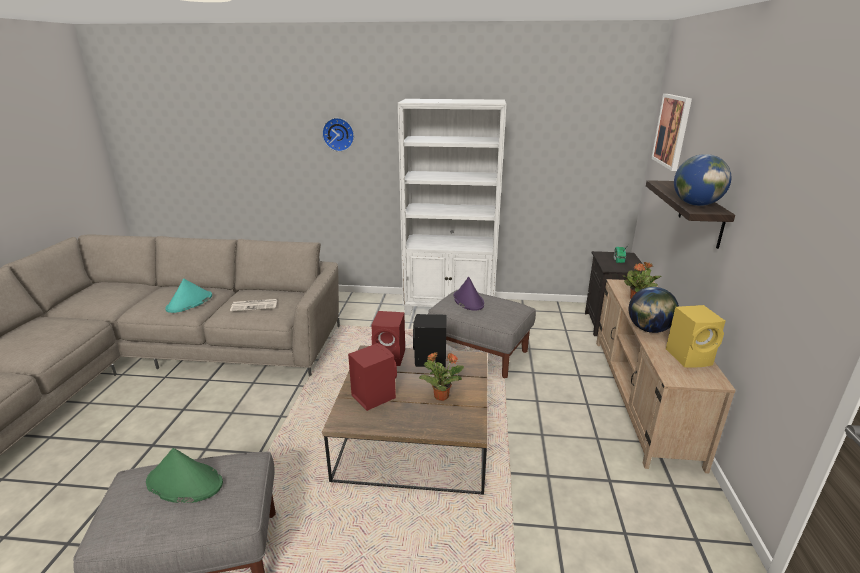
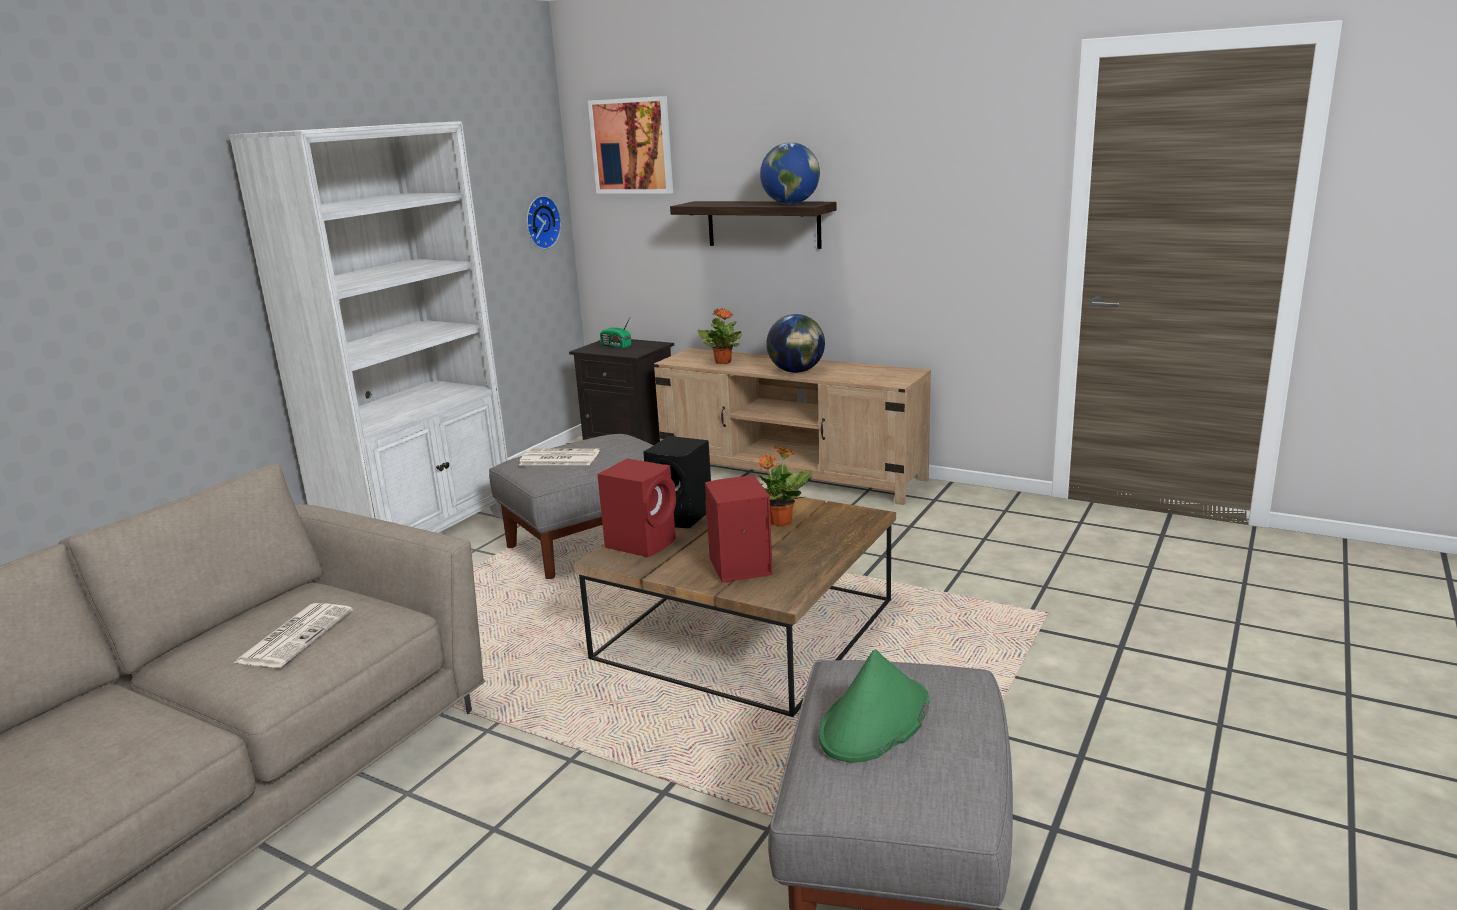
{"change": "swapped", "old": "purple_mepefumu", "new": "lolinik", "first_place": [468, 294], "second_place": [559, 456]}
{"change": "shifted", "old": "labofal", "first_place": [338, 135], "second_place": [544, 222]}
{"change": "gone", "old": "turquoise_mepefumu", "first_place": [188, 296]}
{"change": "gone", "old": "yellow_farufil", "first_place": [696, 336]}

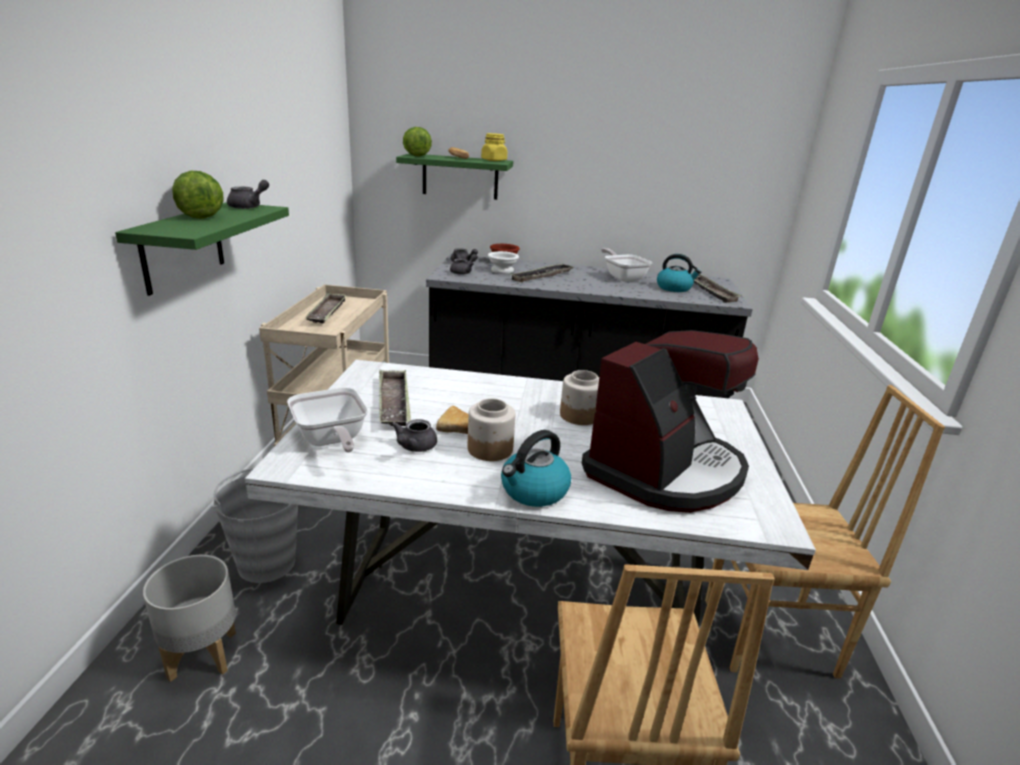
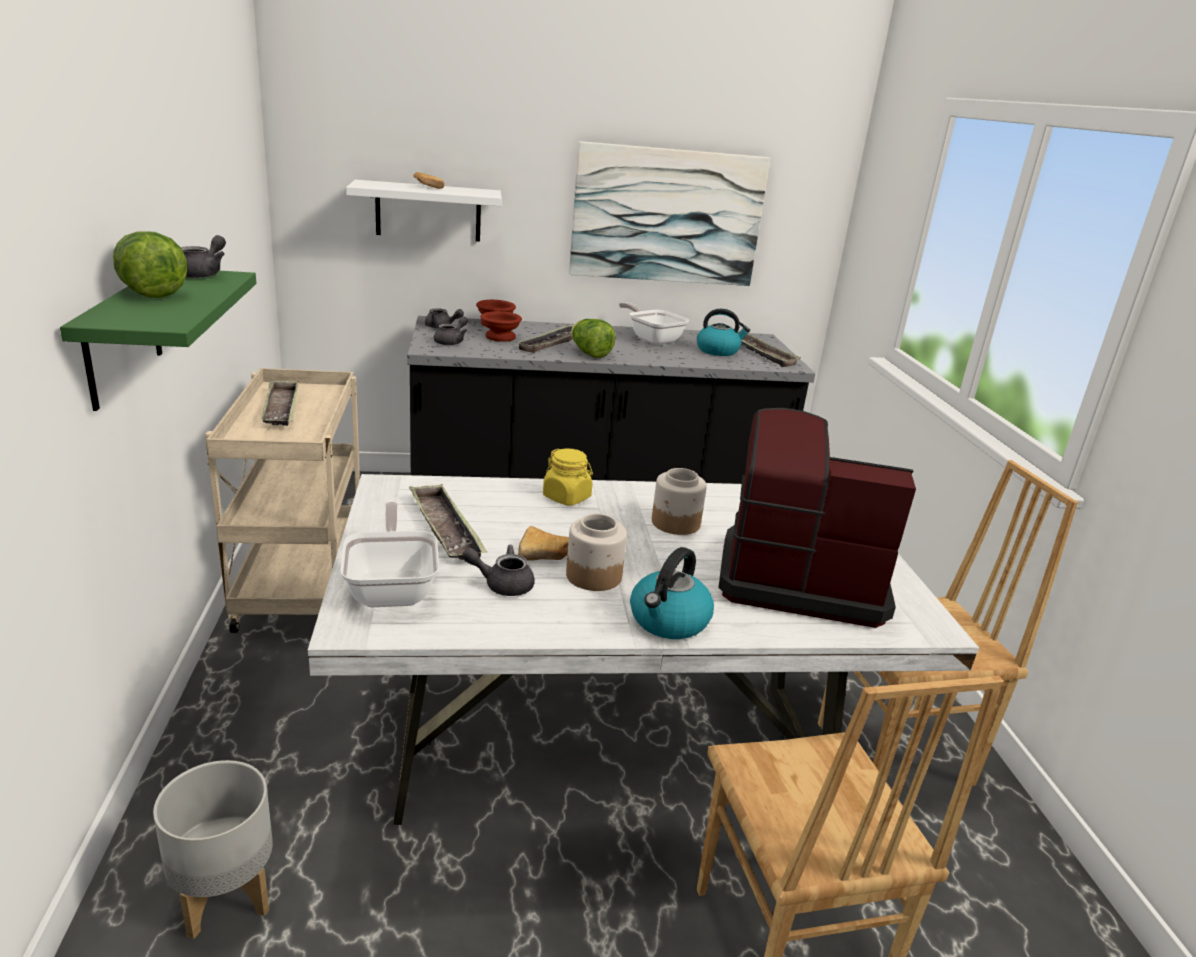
{"change": "rotated", "old": "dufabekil", "first_place": [327, 420], "second_place": [389, 554], "degrees": -150}
{"change": "repainted", "old": "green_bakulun", "new": "white_bakulun", "first_place": [454, 176], "second_place": [424, 211]}
{"change": "rotated", "old": "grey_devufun", "first_place": [414, 435], "second_place": [498, 570], "degrees": 90}
{"change": "repainted", "old": "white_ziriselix", "new": "brown_ziriselix", "first_place": [503, 262], "second_place": [501, 326]}
{"change": "shifted", "old": "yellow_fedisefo", "first_place": [494, 147], "second_place": [568, 477]}
{"change": "new", "new": "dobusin", "second_place": [669, 213]}
{"change": "shifted", "old": "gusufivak", "first_place": [417, 142], "second_place": [593, 338]}
{"change": "rotated", "old": "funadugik", "first_place": [670, 421], "second_place": [817, 518], "degrees": -105}
{"change": "gone", "old": "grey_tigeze", "first_place": [254, 525]}

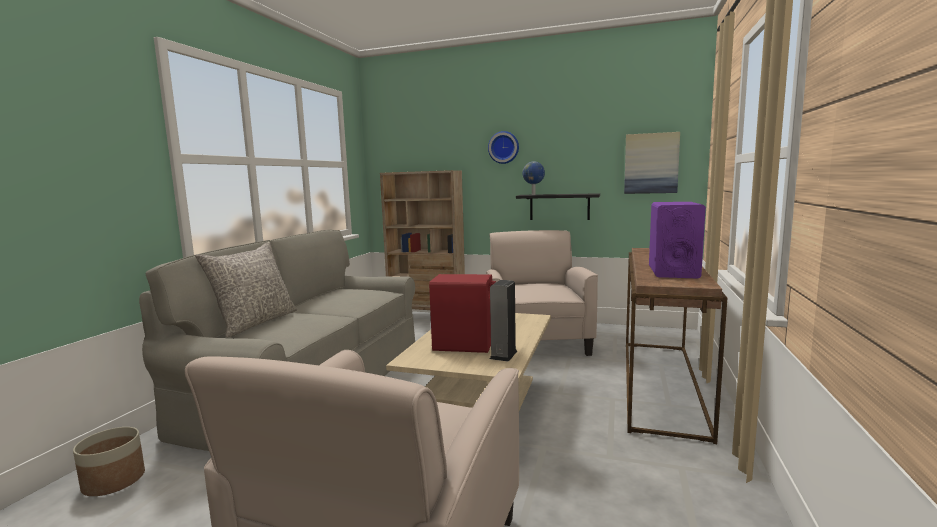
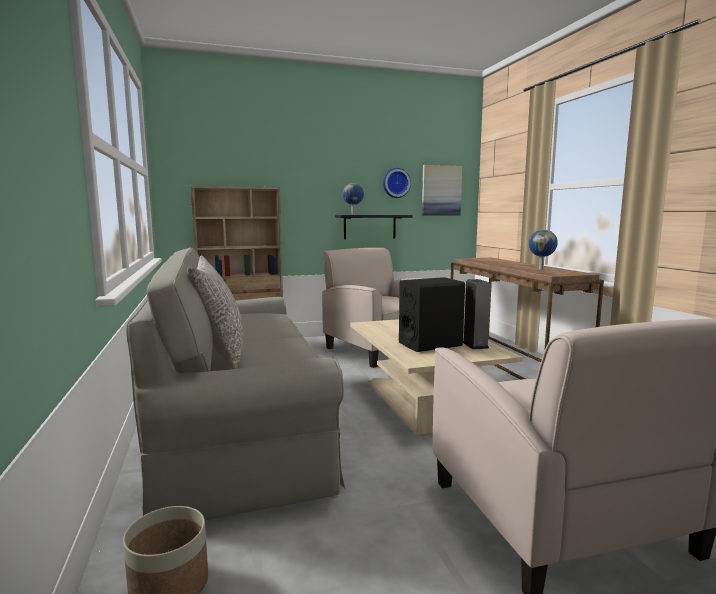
{"change": "shifted", "old": "labofal", "first_place": [503, 147], "second_place": [397, 183]}
{"change": "repainted", "old": "red_farufil", "new": "black_farufil", "first_place": [462, 313], "second_place": [432, 314]}
{"change": "swapped", "old": "purple_farufil", "new": "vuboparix", "first_place": [677, 240], "second_place": [543, 250]}

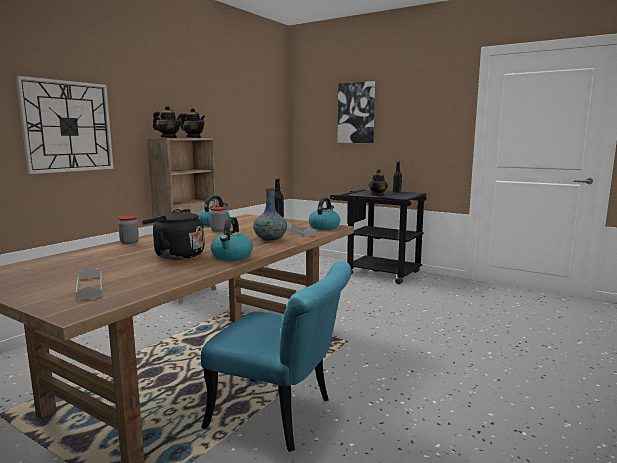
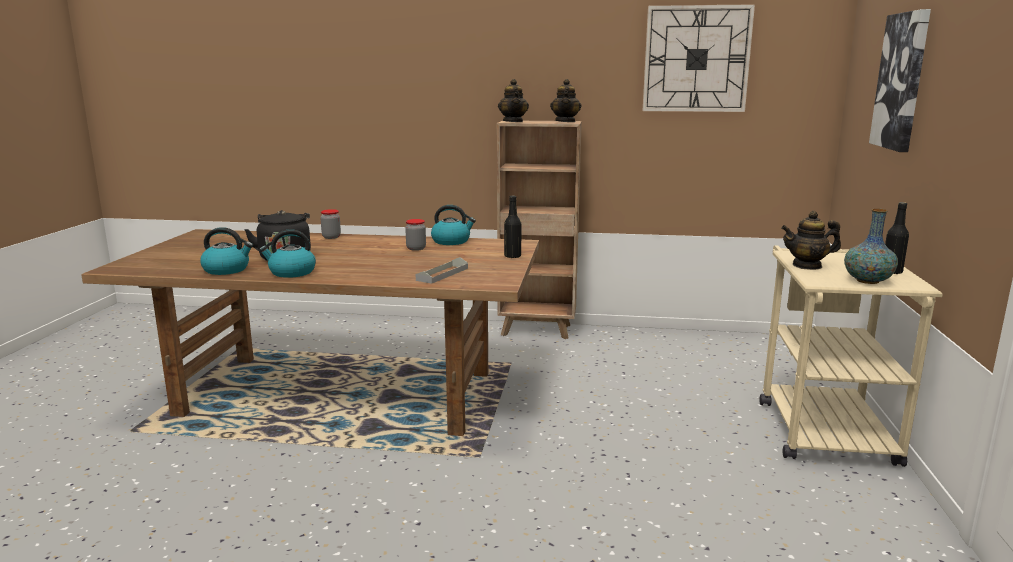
{"change": "shifted", "old": "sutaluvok", "first_place": [324, 213], "second_place": [226, 251]}
{"change": "shifted", "old": "labofal", "first_place": [64, 125], "second_place": [699, 58]}
{"change": "repainted", "old": "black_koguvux", "new": "beige_koguvux", "first_place": [378, 236], "second_place": [851, 356]}
{"change": "shifted", "old": "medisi", "first_place": [270, 214], "second_place": [871, 246]}
{"change": "gone", "old": "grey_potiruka", "first_place": [88, 283]}
{"change": "gone", "old": "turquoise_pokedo", "first_place": [276, 356]}

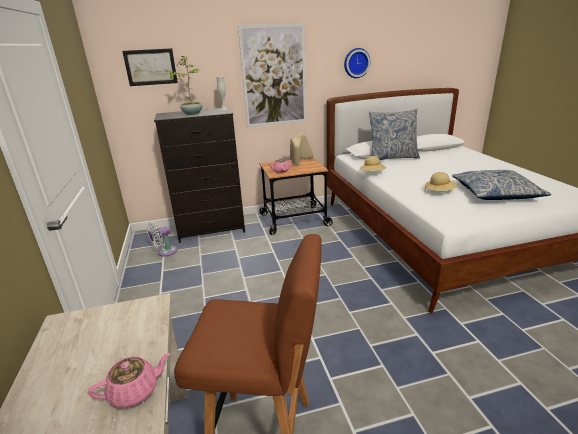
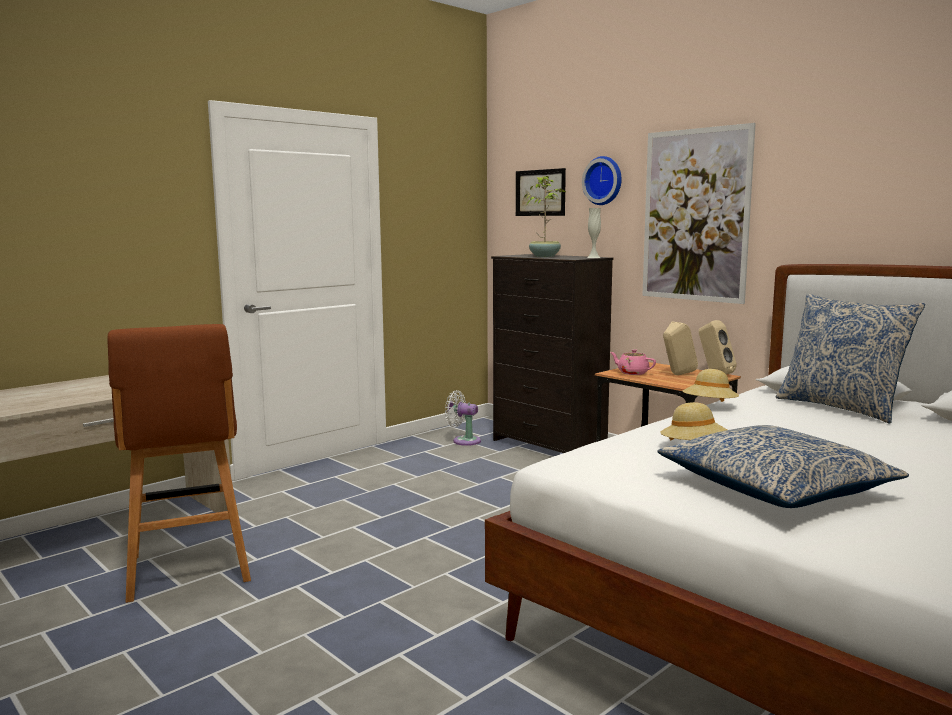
{"change": "shifted", "old": "labofal", "first_place": [357, 63], "second_place": [602, 180]}
{"change": "gone", "old": "pink_devufun", "first_place": [129, 380]}

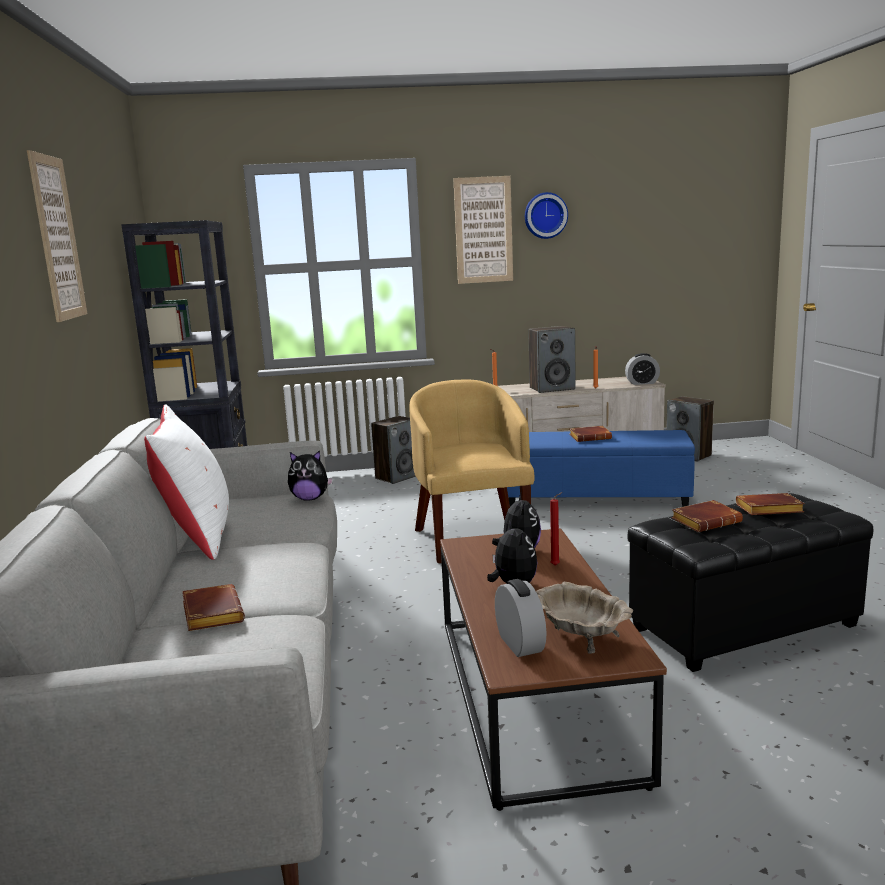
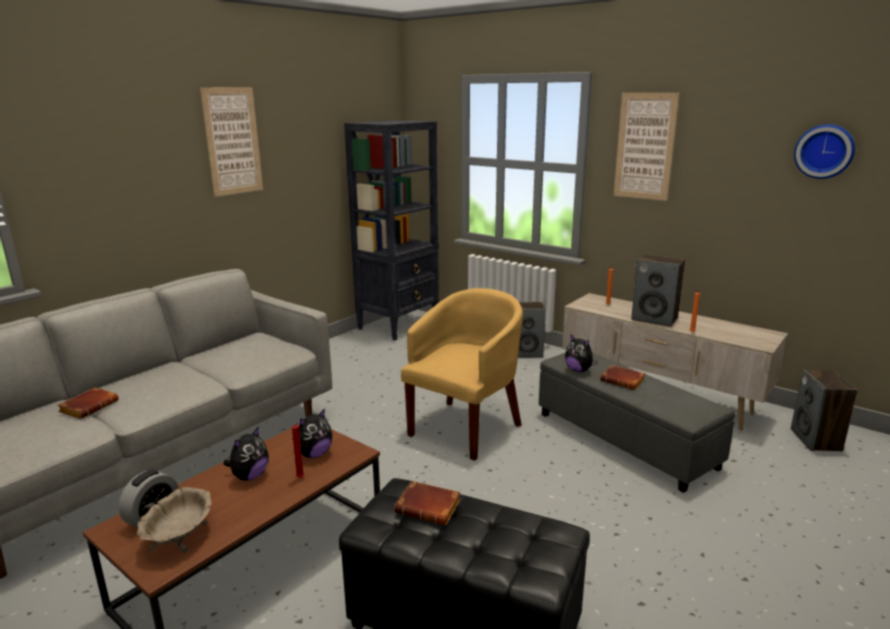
{"change": "repainted", "old": "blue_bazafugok", "new": "grey_bazafugok", "first_place": [601, 468], "second_place": [637, 423]}
{"change": "shifted", "old": "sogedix", "first_place": [310, 475], "second_place": [581, 353]}
{"change": "shifted", "old": "labofal", "first_place": [546, 215], "second_place": [824, 151]}
{"change": "gone", "old": "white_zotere", "first_place": [186, 482]}
{"change": "gone", "old": "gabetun", "first_place": [642, 369]}
{"change": "gone", "old": "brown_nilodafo", "first_place": [770, 504]}

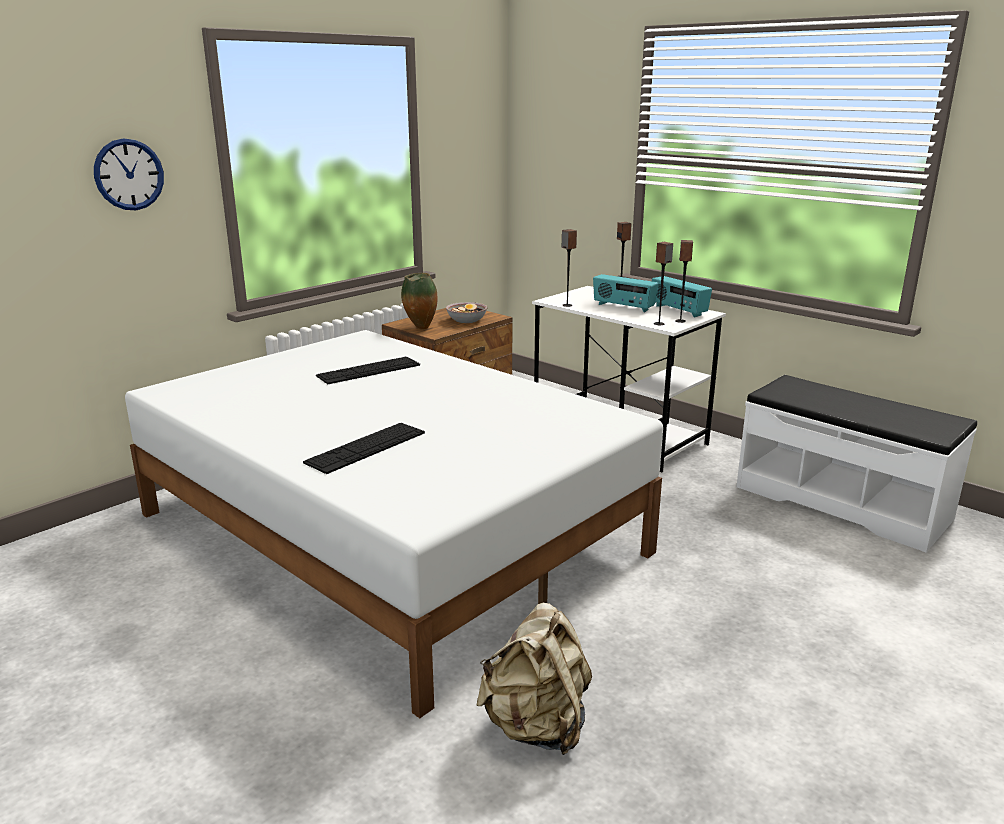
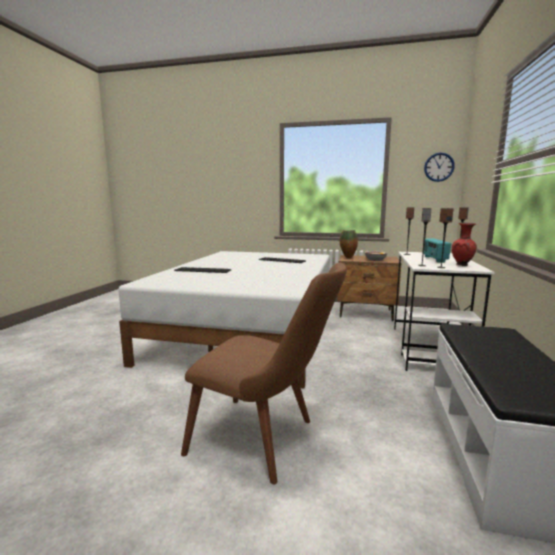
{"change": "new", "new": "brown_pokedo", "second_place": [264, 373]}
{"change": "shifted", "old": "labofal", "first_place": [129, 174], "second_place": [439, 167]}
{"change": "swapped", "old": "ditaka", "new": "red_medisi", "first_place": [682, 296], "second_place": [464, 244]}
{"change": "gone", "old": "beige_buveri", "first_place": [534, 679]}

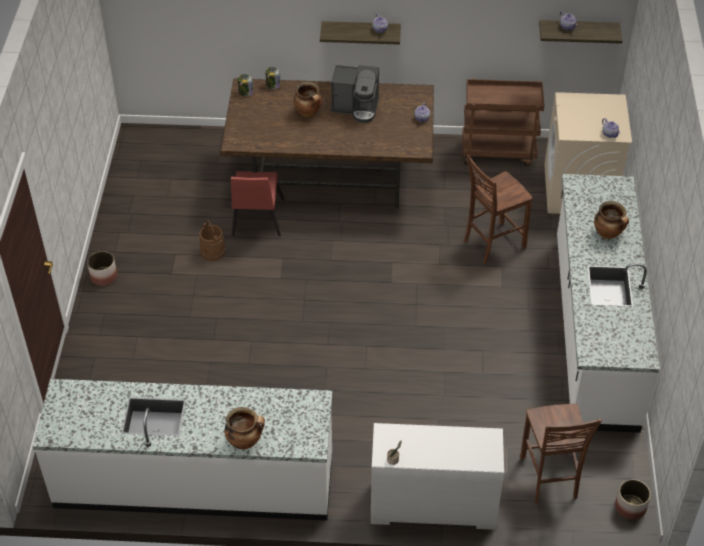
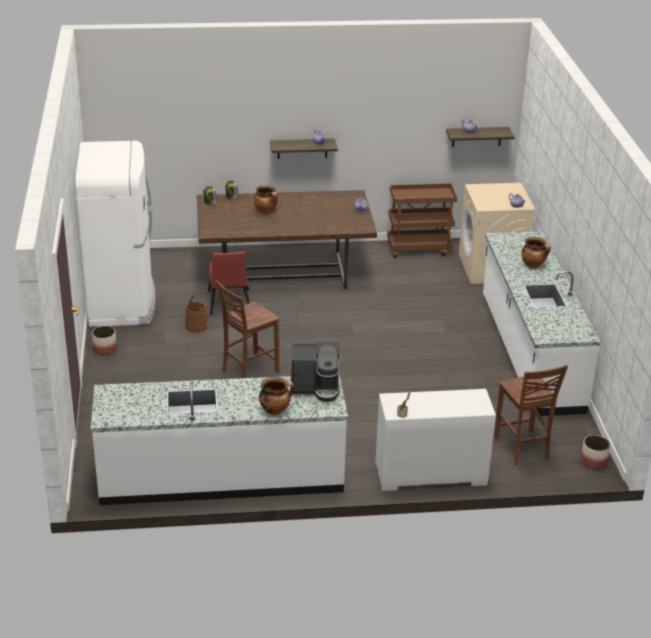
{"change": "new", "new": "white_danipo", "second_place": [115, 234]}
{"change": "shifted", "old": "brown_pokedo", "first_place": [498, 209], "second_place": [248, 329]}
{"change": "shifted", "old": "funadugik", "first_place": [354, 94], "second_place": [314, 372]}

